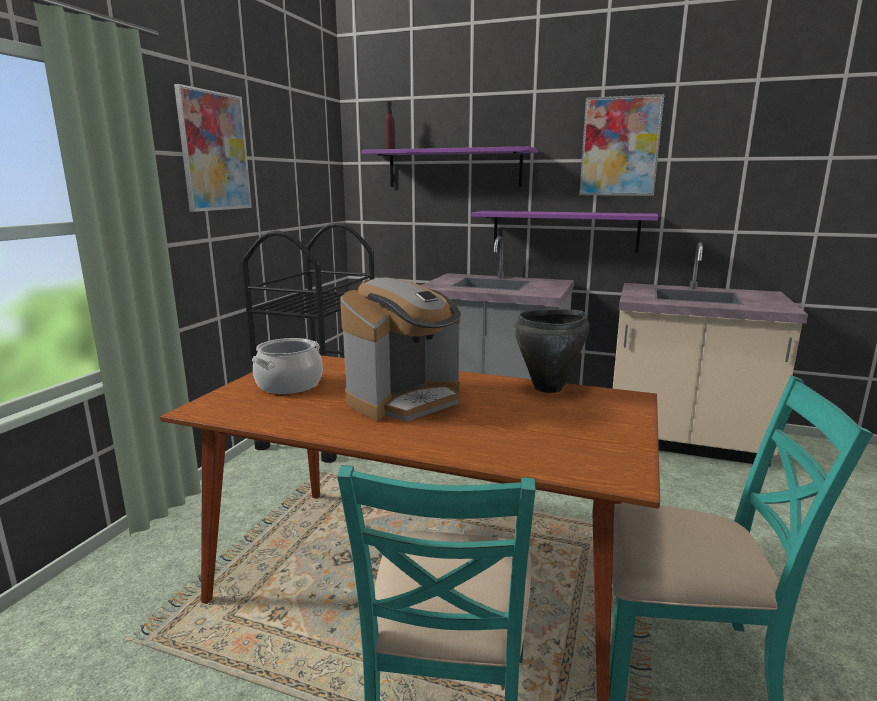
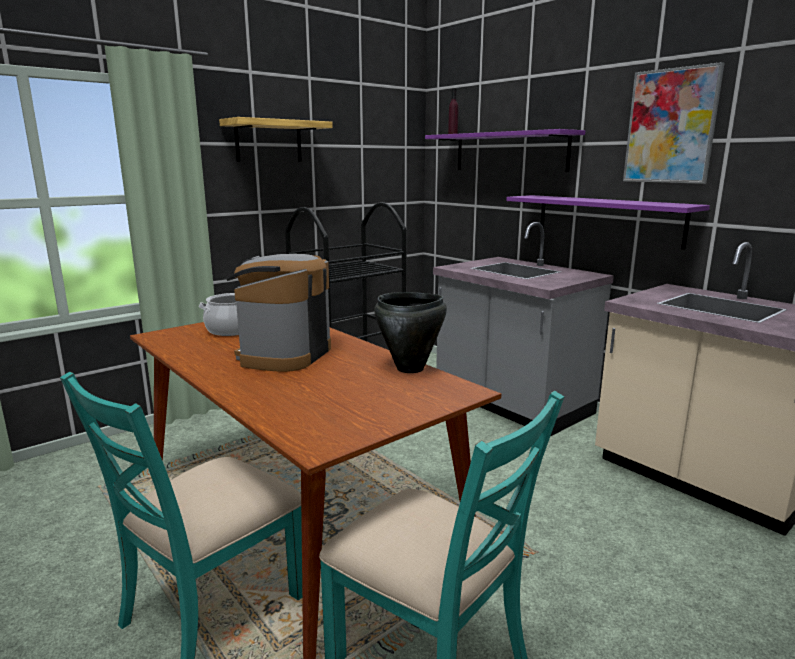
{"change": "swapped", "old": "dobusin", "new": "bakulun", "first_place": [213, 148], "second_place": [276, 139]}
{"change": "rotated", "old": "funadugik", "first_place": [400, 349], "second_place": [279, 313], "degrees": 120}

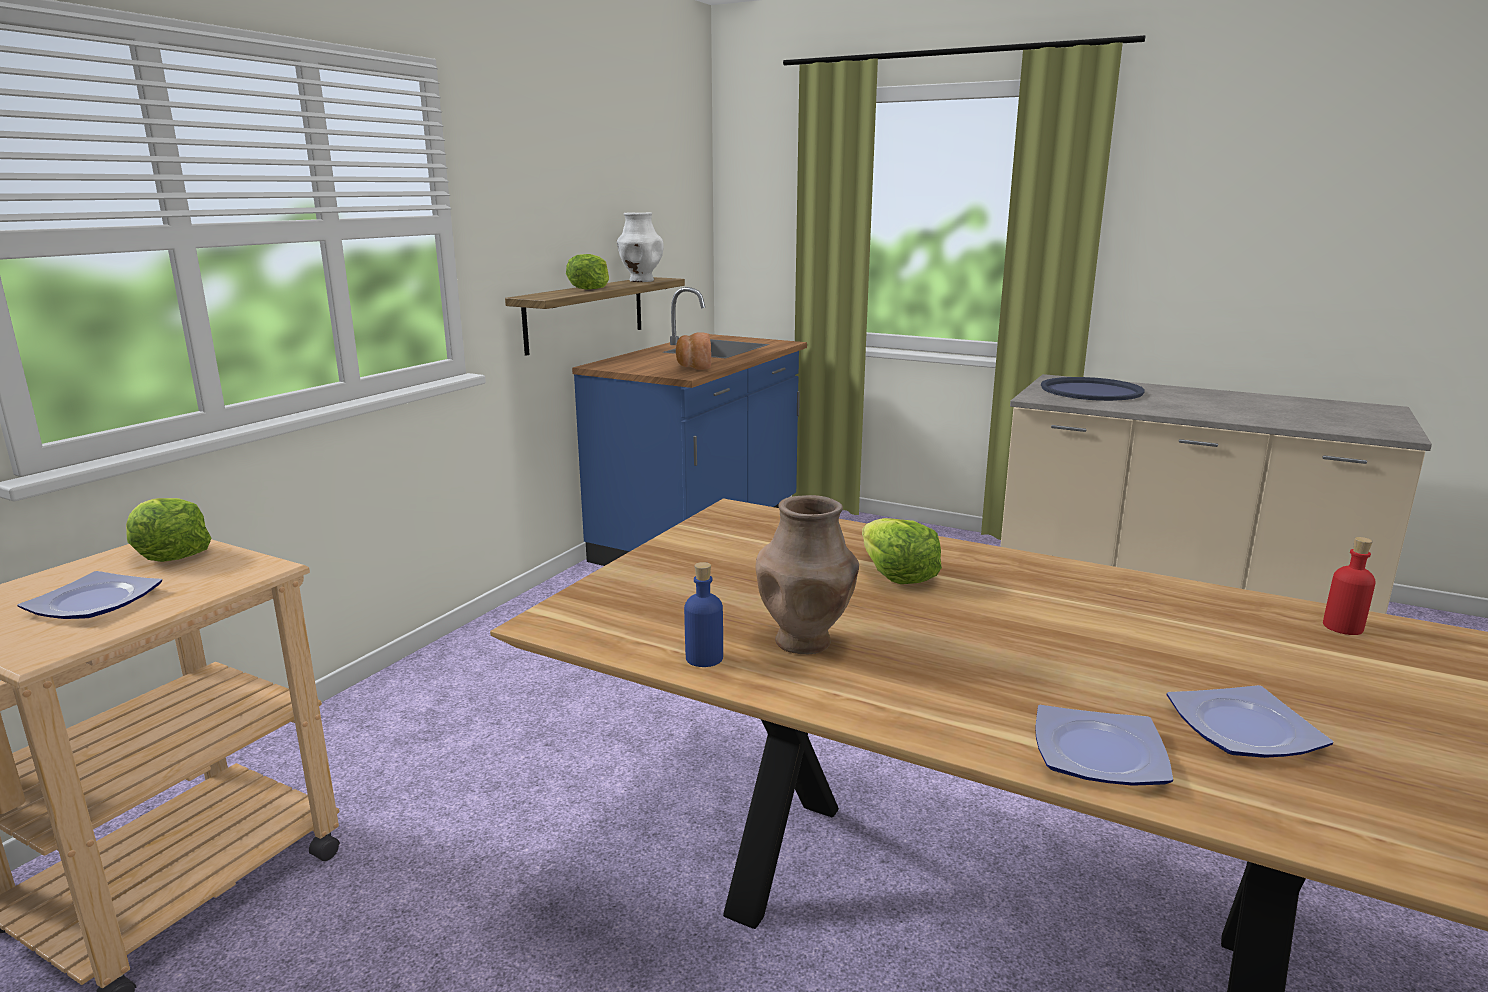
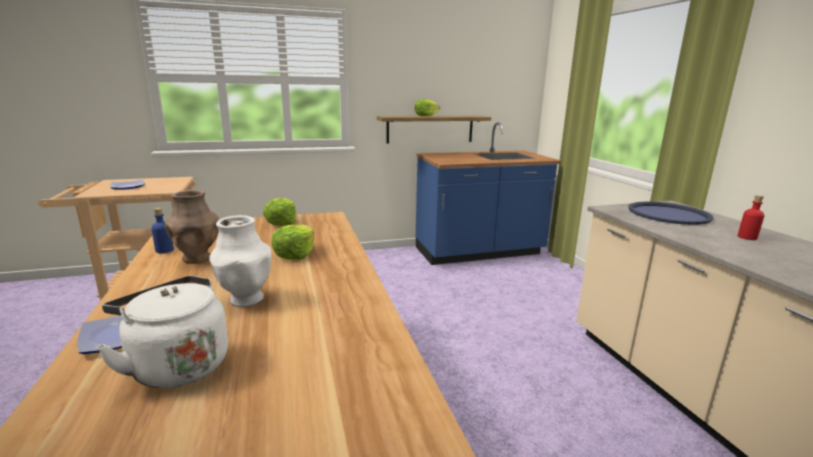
{"change": "swapped", "old": "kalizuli", "new": "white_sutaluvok", "first_place": [1250, 721], "second_place": [162, 332]}
{"change": "shifted", "old": "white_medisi", "first_place": [640, 247], "second_place": [240, 261]}
{"change": "shifted", "old": "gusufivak", "first_place": [168, 530], "second_place": [280, 212]}
{"change": "shifted", "old": "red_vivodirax", "first_place": [1349, 586], "second_place": [751, 217]}
{"change": "gone", "old": "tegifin", "first_place": [693, 351]}

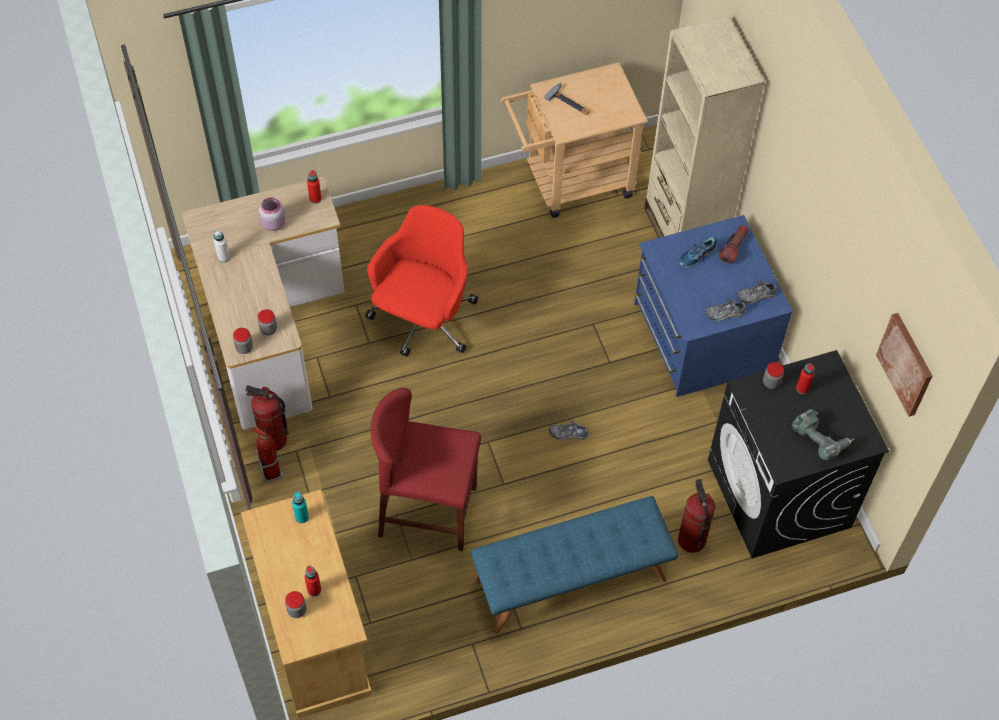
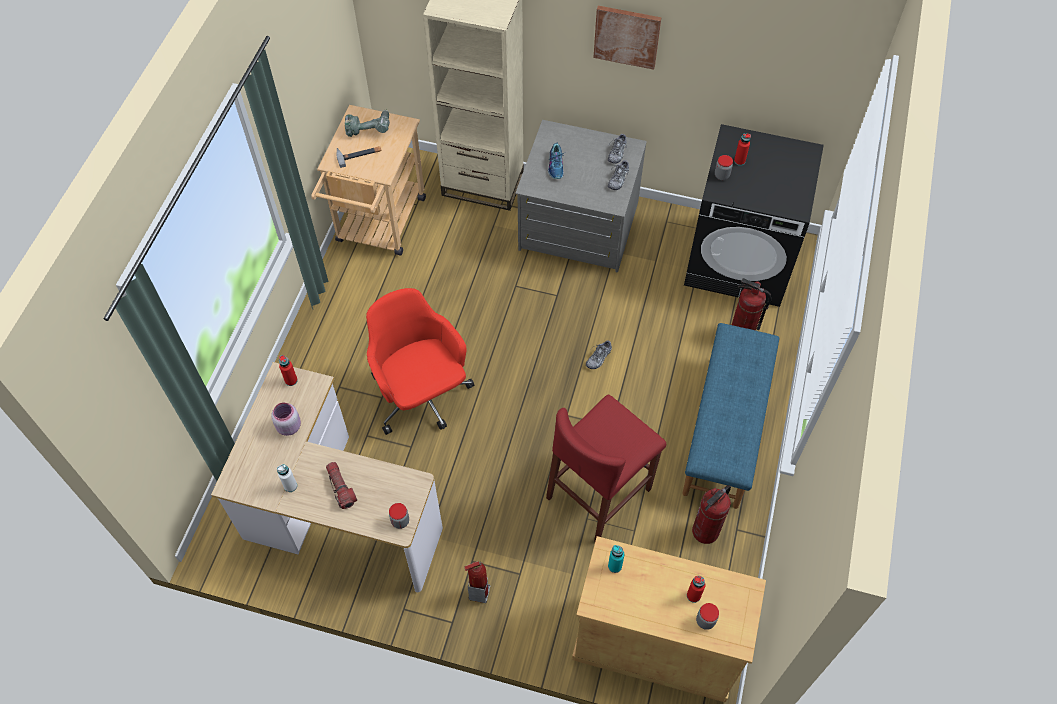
{"change": "shifted", "old": "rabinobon", "first_place": [734, 244], "second_place": [341, 485]}
{"change": "shifted", "old": "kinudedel", "first_place": [823, 434], "second_place": [367, 122]}
{"change": "repainted", "old": "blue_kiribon", "new": "grey_kiribon", "first_place": [713, 306], "second_place": [581, 196]}
{"change": "shifted", "old": "dobusin", "first_place": [904, 365], "second_place": [627, 38]}
{"change": "shifted", "old": "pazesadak", "first_place": [267, 418], "second_place": [711, 514]}
{"change": "gone", "old": "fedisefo", "first_place": [267, 322]}

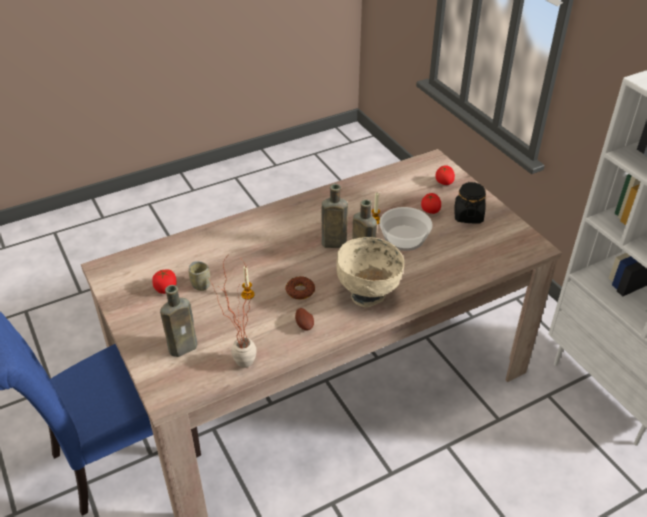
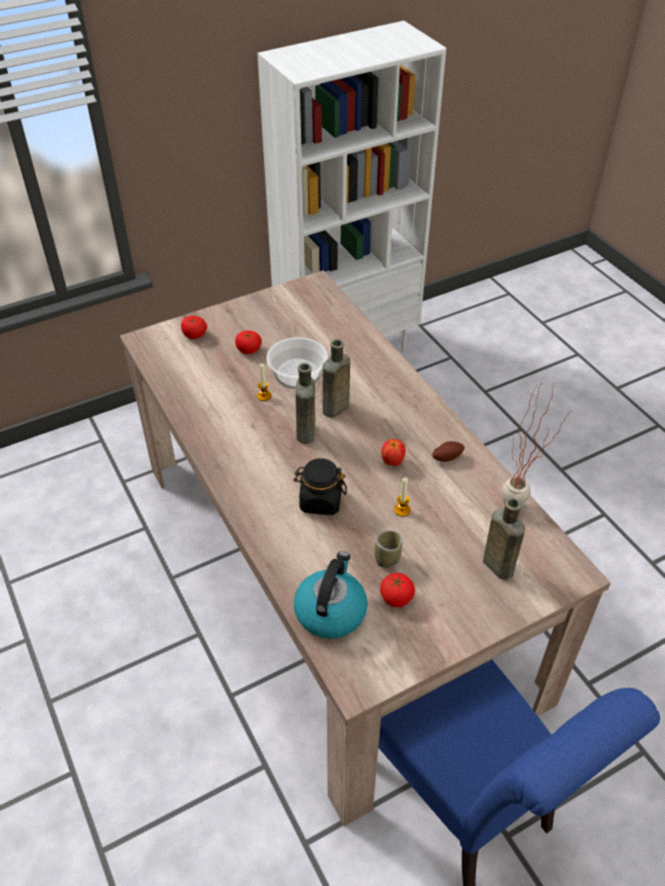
{"change": "shifted", "old": "black_fedisefo", "first_place": [470, 202], "second_place": [320, 486]}
{"change": "new", "new": "sutaluvok", "second_place": [331, 595]}
{"change": "swapped", "old": "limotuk", "new": "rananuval", "first_place": [300, 288], "second_place": [393, 452]}
{"change": "gone", "old": "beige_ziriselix", "first_place": [370, 272]}

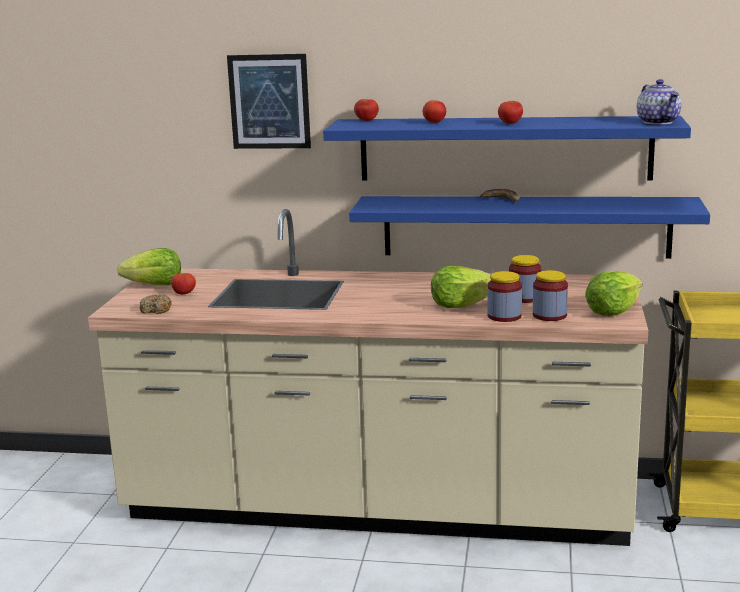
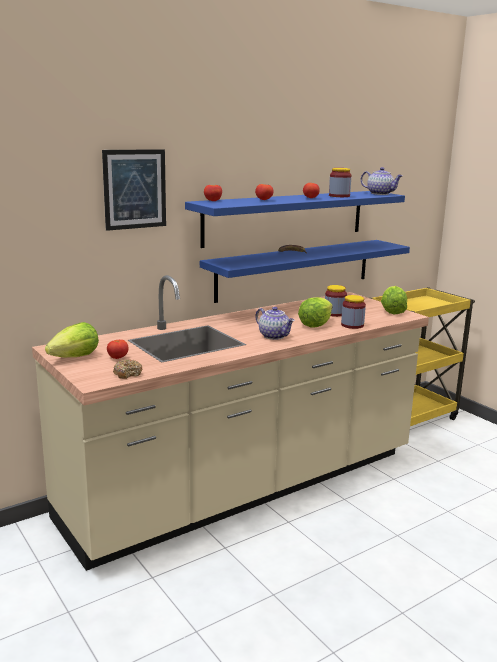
{"change": "new", "new": "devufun", "second_place": [275, 323]}
{"change": "shifted", "old": "fedisefo", "first_place": [550, 295], "second_place": [340, 182]}

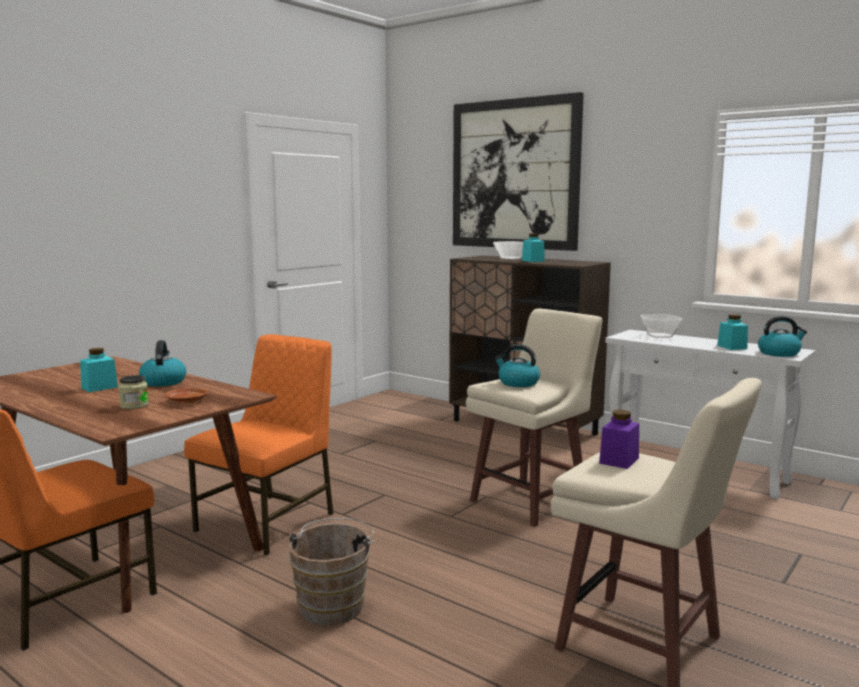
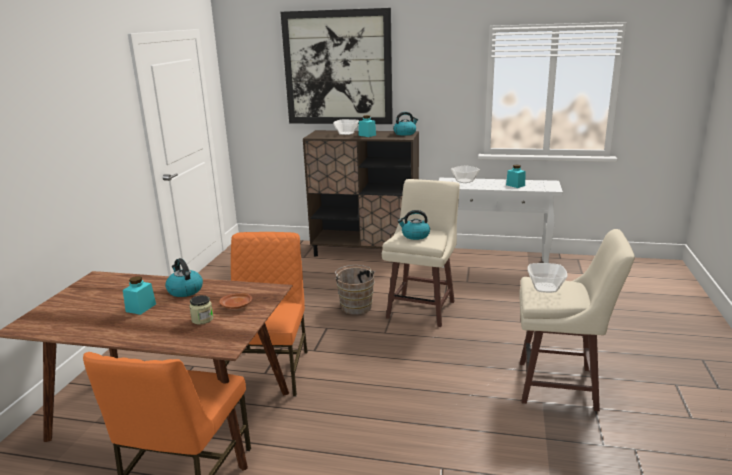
{"change": "shifted", "old": "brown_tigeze", "first_place": [332, 572], "second_place": [354, 290]}
{"change": "shifted", "old": "sutaluvok", "first_place": [782, 336], "second_place": [405, 124]}
{"change": "swapped", "old": "purple_fedisefo", "new": "ziriselix", "first_place": [619, 439], "second_place": [547, 278]}

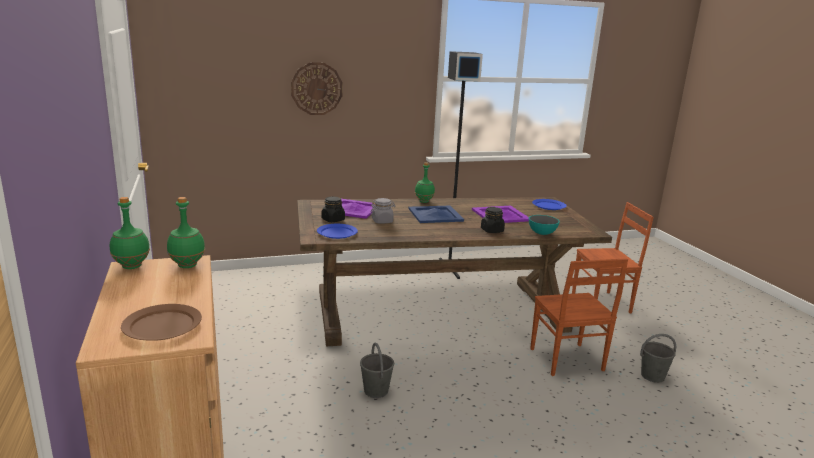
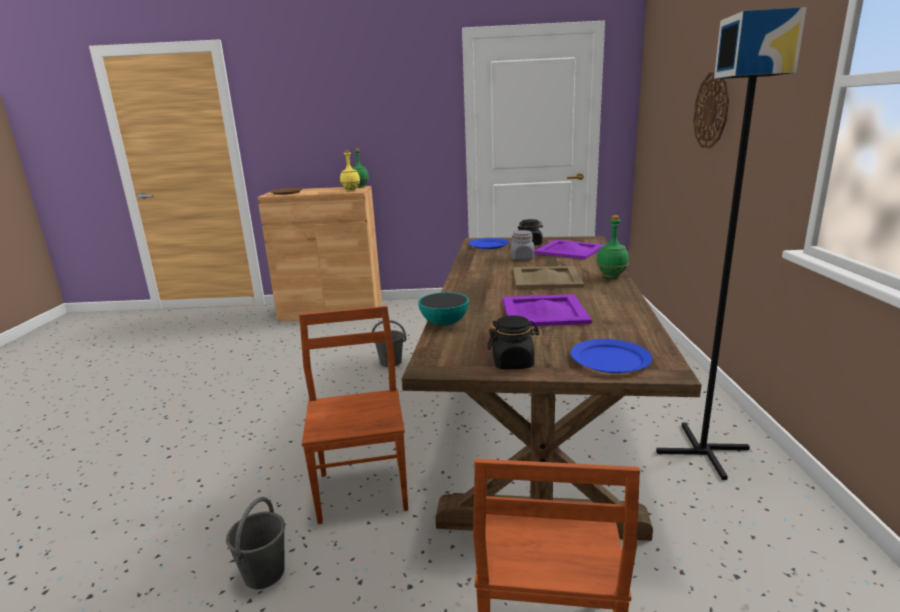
{"change": "rotated", "old": "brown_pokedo", "first_place": [579, 317], "second_place": [353, 415], "degrees": 75}
{"change": "repainted", "old": "green_vivodirax", "new": "yellow_vivodirax", "first_place": [186, 232], "second_place": [350, 171]}
{"change": "shifted", "old": "black_fedisefo", "first_place": [493, 220], "second_place": [514, 342]}
{"change": "repainted", "old": "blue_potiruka", "new": "beige_potiruka", "first_place": [436, 214], "second_place": [548, 277]}

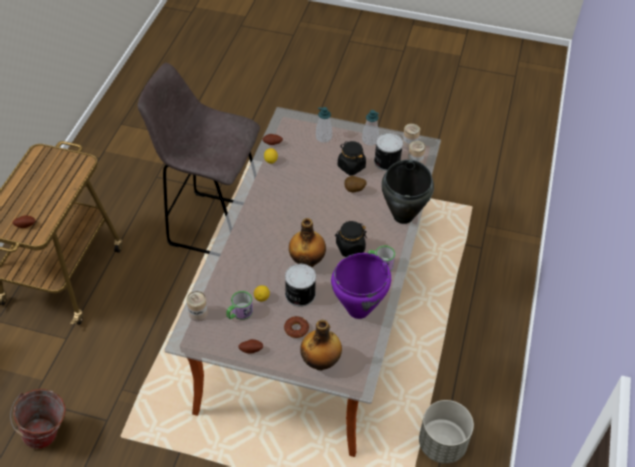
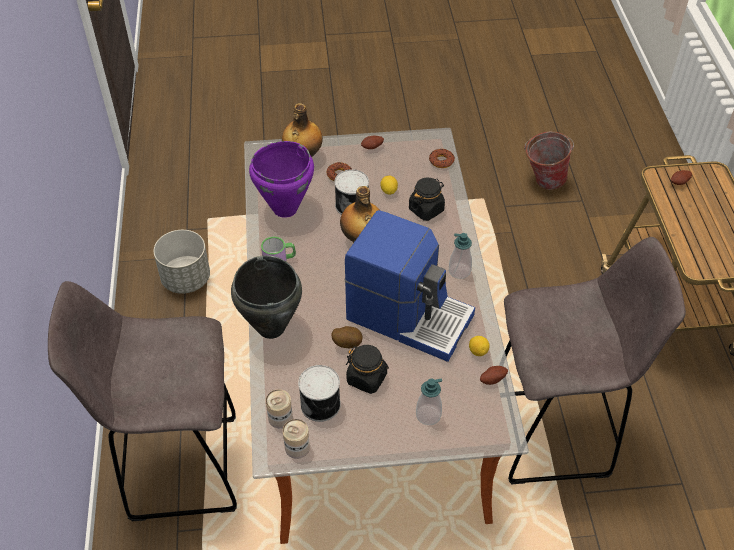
{"change": "new", "new": "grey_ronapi", "second_place": [142, 401]}
{"change": "new", "new": "funadugik", "second_place": [409, 286]}
{"change": "shifted", "old": "black_fedisefo", "first_place": [351, 239], "second_place": [427, 199]}
{"change": "swapped", "old": "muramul", "new": "limotuk", "first_place": [197, 306], "second_place": [442, 158]}
{"change": "shifted", "old": "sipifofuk", "first_place": [370, 127], "second_place": [460, 256]}
{"change": "gone", "old": "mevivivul", "first_place": [239, 305]}

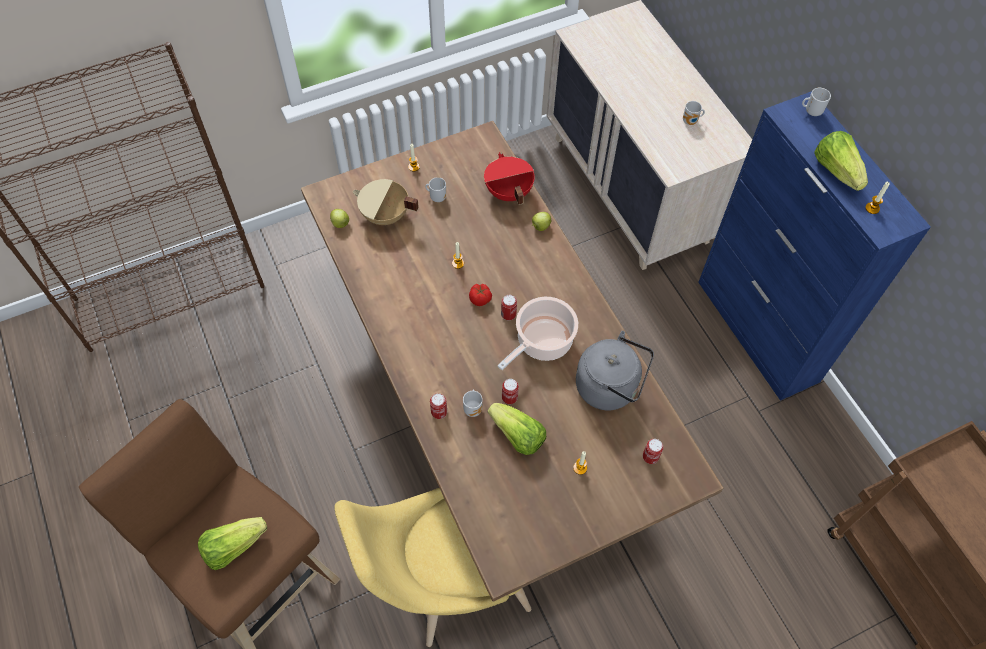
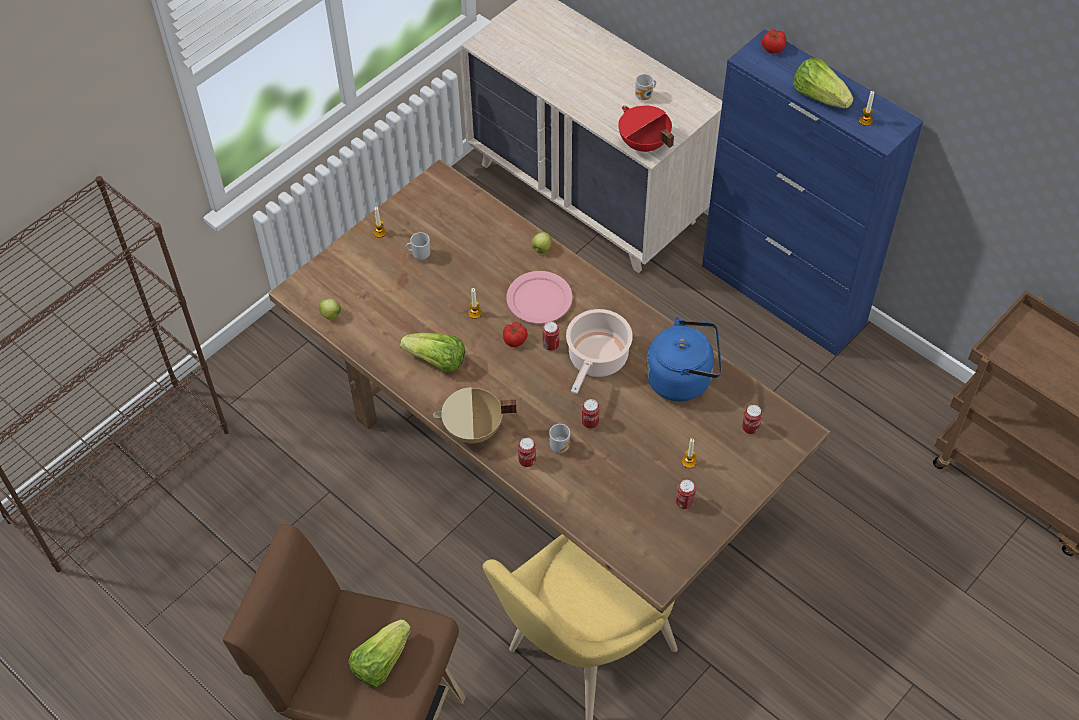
{"change": "shifted", "old": "gusufivak", "first_place": [517, 429], "second_place": [432, 352]}
{"change": "shifted", "old": "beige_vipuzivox", "first_place": [385, 202], "second_place": [475, 415]}
{"change": "new", "new": "pink_kalizuli", "second_place": [539, 297]}
{"change": "shifted", "old": "red_vipuzivox", "first_place": [509, 178], "second_place": [646, 128]}
{"change": "repainted", "old": "grey_sutaluvok", "new": "blue_sutaluvok", "first_place": [615, 371], "second_place": [684, 359]}
{"change": "new", "new": "muramul", "second_place": [686, 494]}
{"change": "swapped", "old": "mevivivul", "new": "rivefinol", "first_place": [816, 102], "second_place": [774, 41]}

